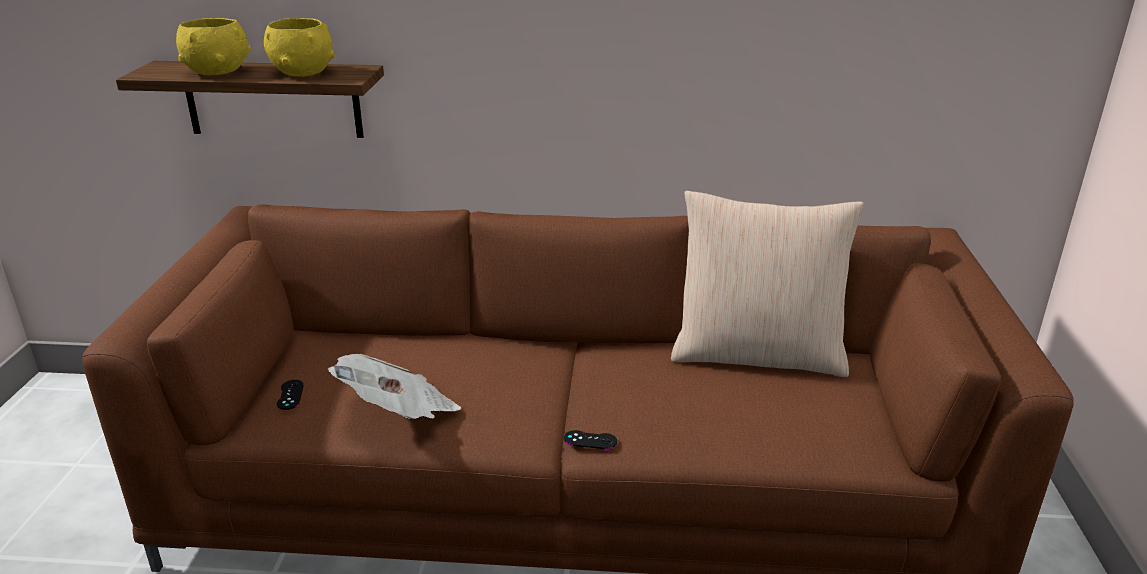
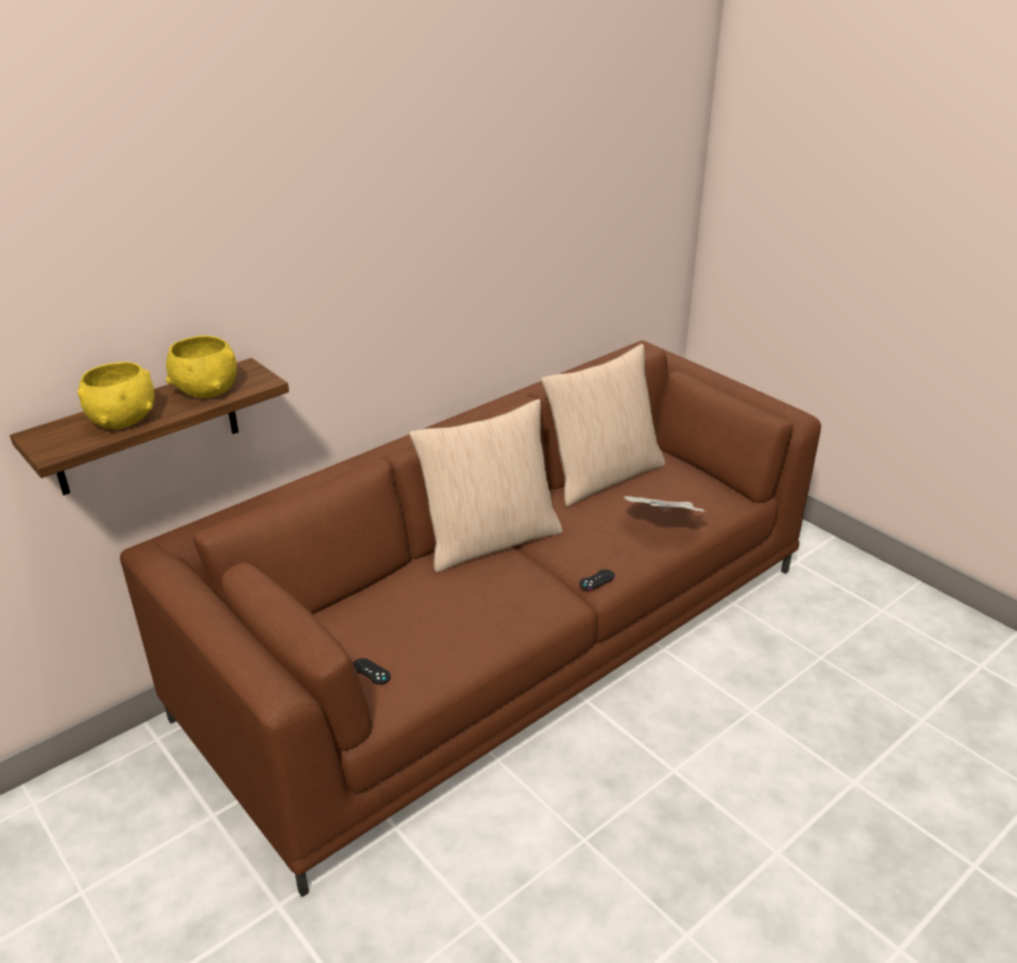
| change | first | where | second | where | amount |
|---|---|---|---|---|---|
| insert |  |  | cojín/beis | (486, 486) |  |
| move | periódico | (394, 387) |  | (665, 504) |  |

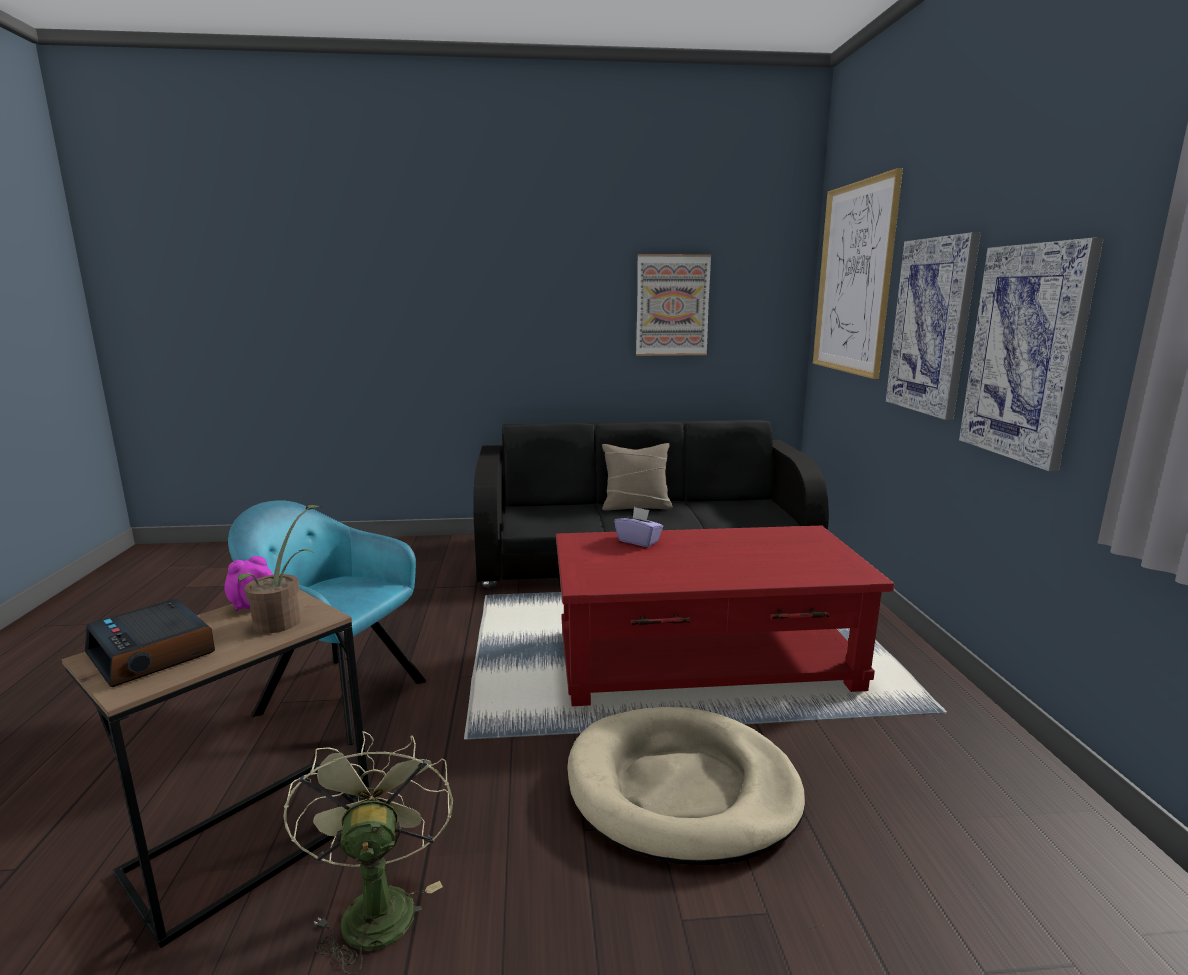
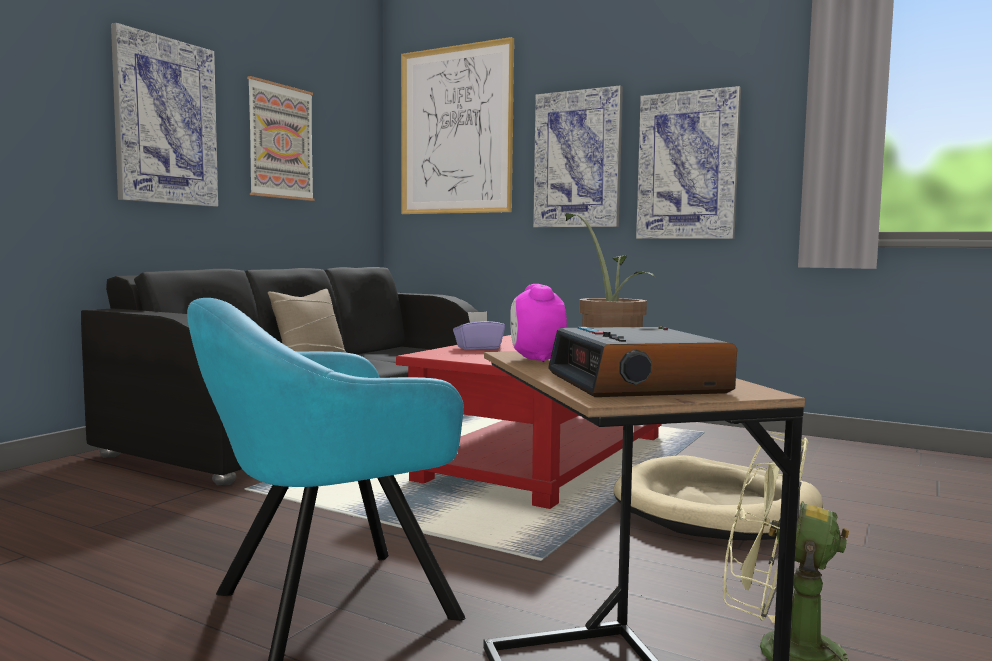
| change | first | where | second | where | amount |
|---|---|---|---|---|---|
| insert |  |  | cuadro | (164, 115) |  |
| rotate | despertador | (150, 643) |  | (642, 361) | 90 degrees clockwise |

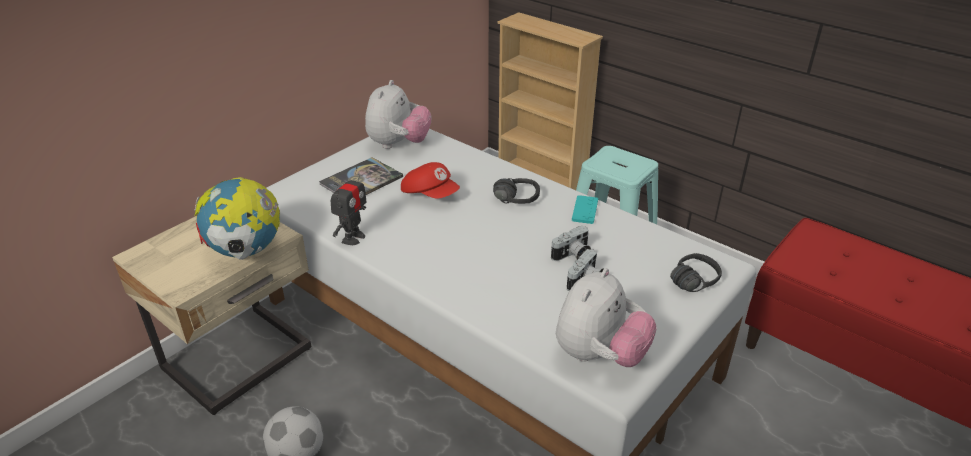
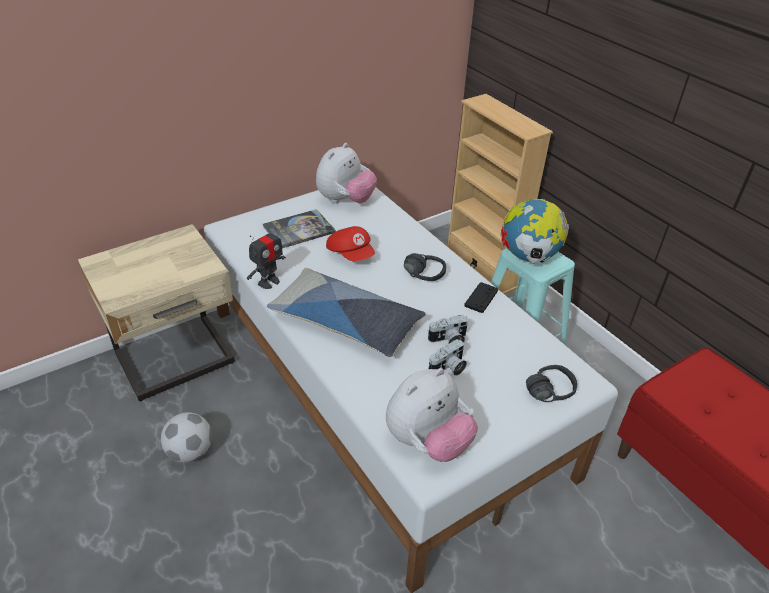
| change | first | where | second | where | amount |
|---|---|---|---|---|---|
| insert |  |  | cojín | (346, 312) |  |
| recolor | mando de consola/turquesa | (585, 209) | mando de consola/negro | (481, 297) |  |
| move | globo terráqueo | (237, 218) |  | (534, 231) |  |

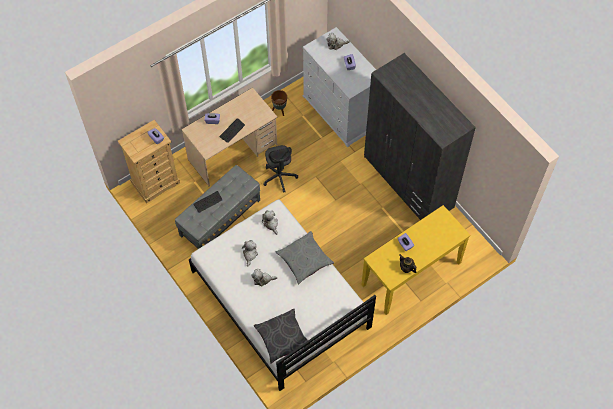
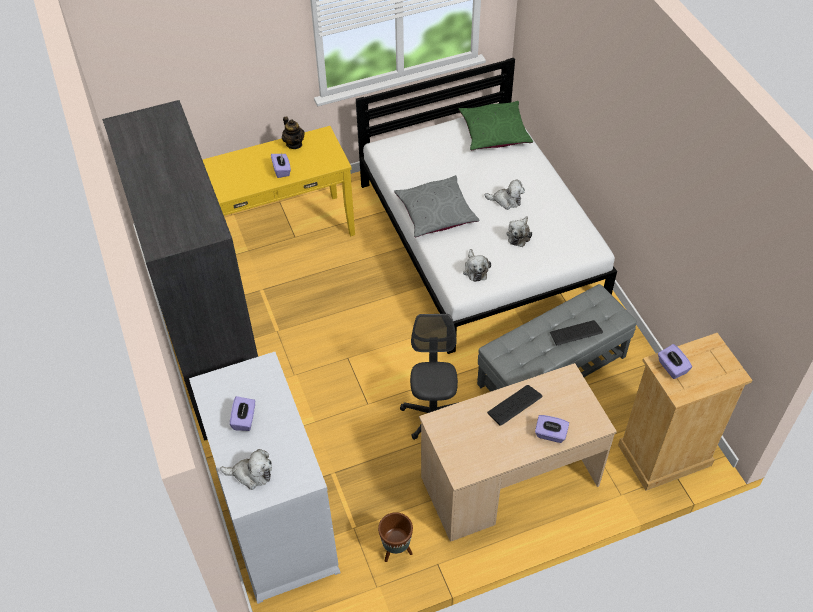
| change | first | where | second | where | amount |
|---|---|---|---|---|---|
| recolor | cojín/gris | (281, 336) | cojín/verde | (495, 125) |  |

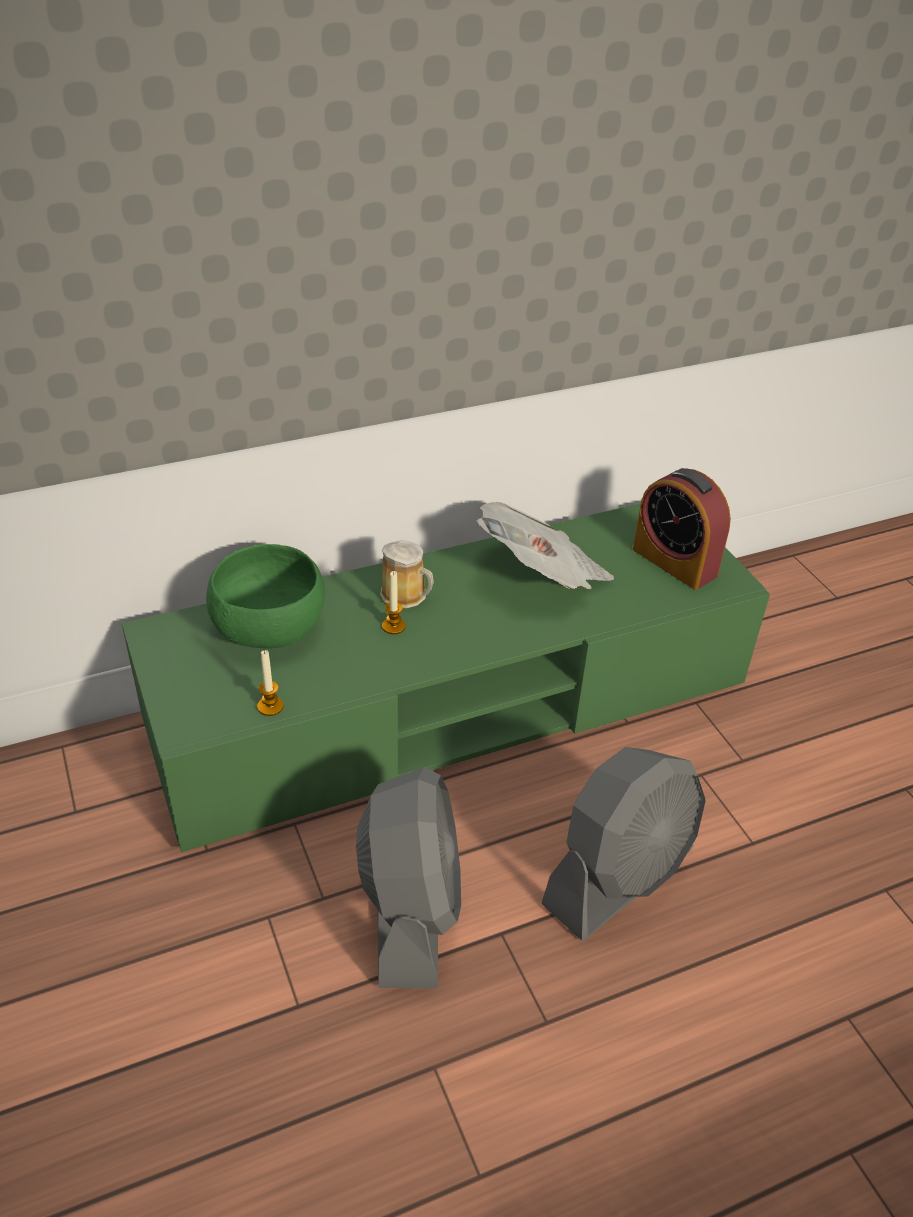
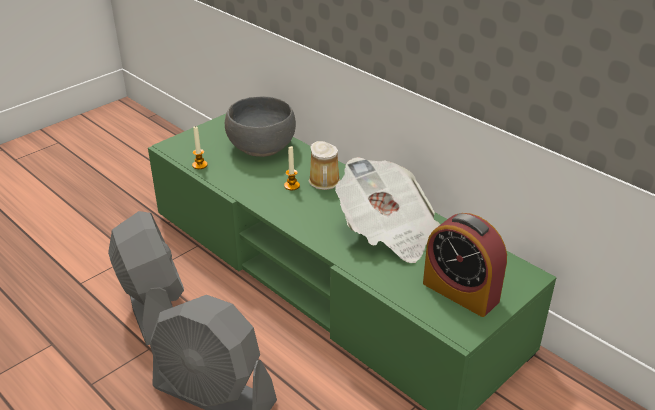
| change | first | where | second | where | amount |
|---|---|---|---|---|---|
| rotate | ventilador/gris | (408, 877) |  | (146, 278) | 90 degrees counterclockwise |
| recolor | cuenco/verde | (265, 596) | cuenco/gris | (260, 126) |  |
| rotate | despertador | (682, 529) |  | (465, 265) | 75 degrees counterclockwise |

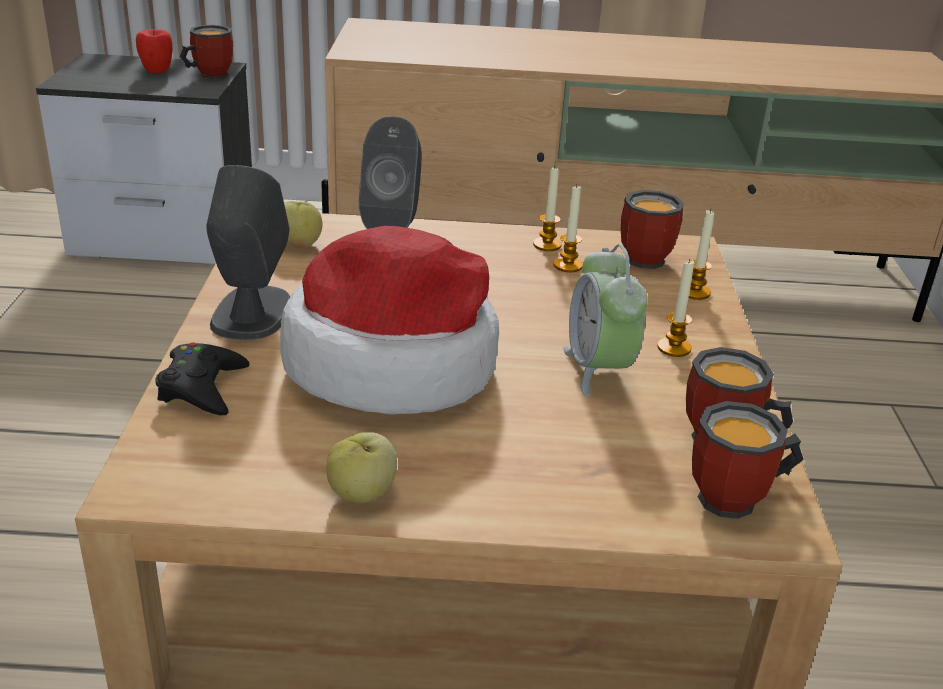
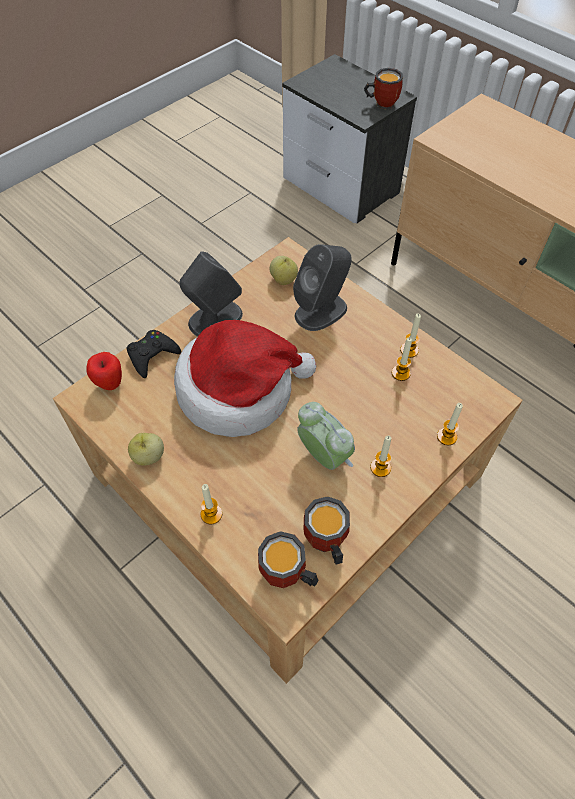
| change | first | where | second | where | amount |
|---|---|---|---|---|---|
| move | manzana | (154, 51) |  | (104, 371) |  |
| insert |  |  | vela | (211, 504) |  |
| rotate | despertador | (605, 321) |  | (326, 436) | 105 degrees clockwise |
| delete | taza grande | (652, 229) |  |  |  |

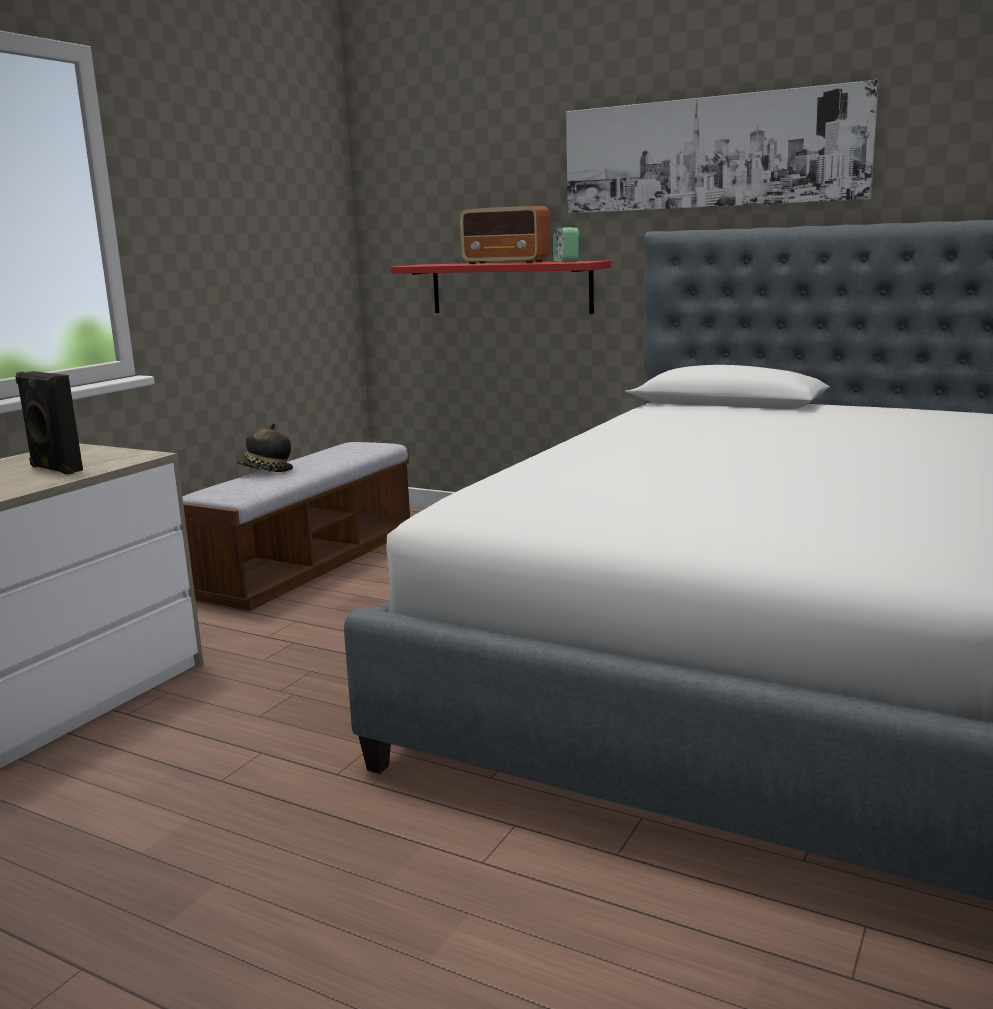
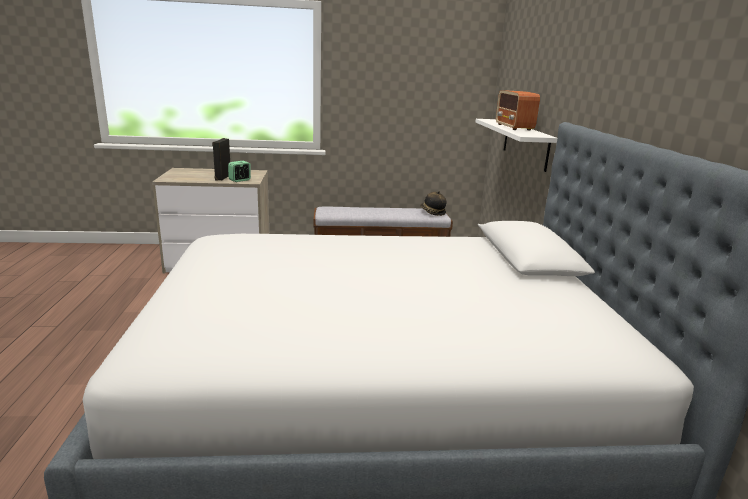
| change | first | where | second | where | amount |
|---|---|---|---|---|---|
| move | despertador | (566, 244) |  | (239, 171) |  |
| move | sombrero | (264, 447) |  | (433, 203) |  |
| recolor | estante/rojo | (501, 287) | estante/blanco | (516, 145) |  |
| delete | cuadro | (722, 146) |  |  |  |

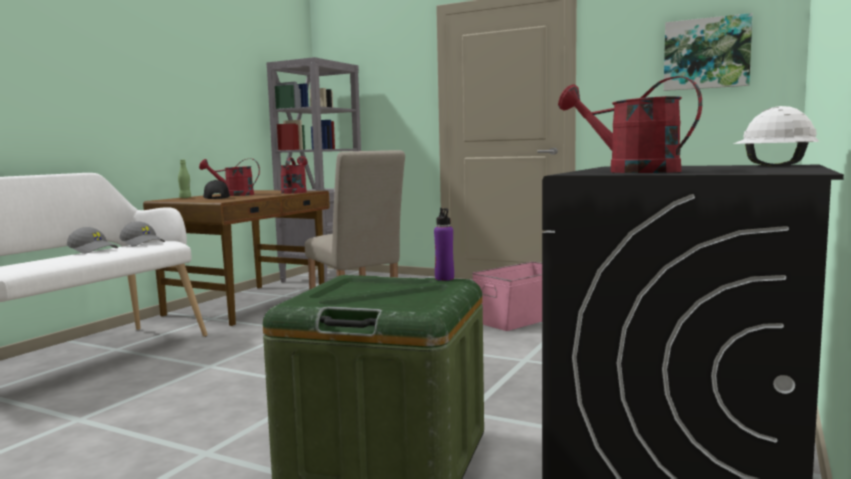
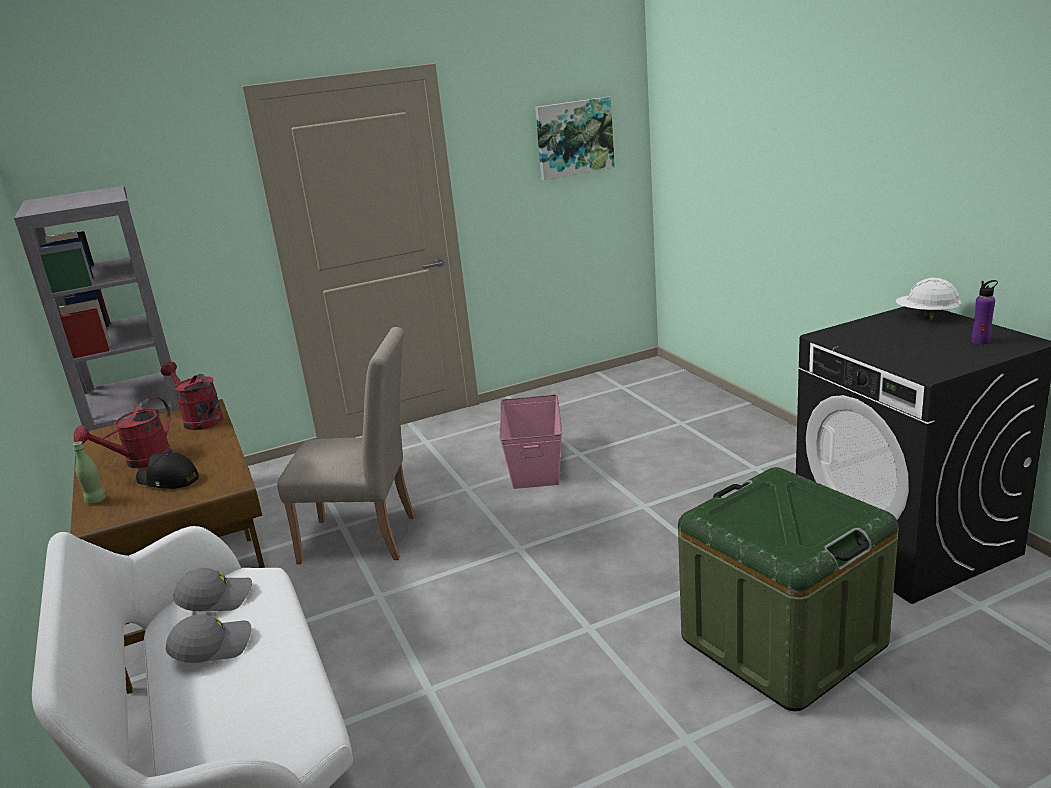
| change | first | where | second | where | amount |
|---|---|---|---|---|---|
| move | botella/morado | (444, 244) |  | (985, 312) |  |
| delete | regadera/rojo | (630, 124) |  |  |  |

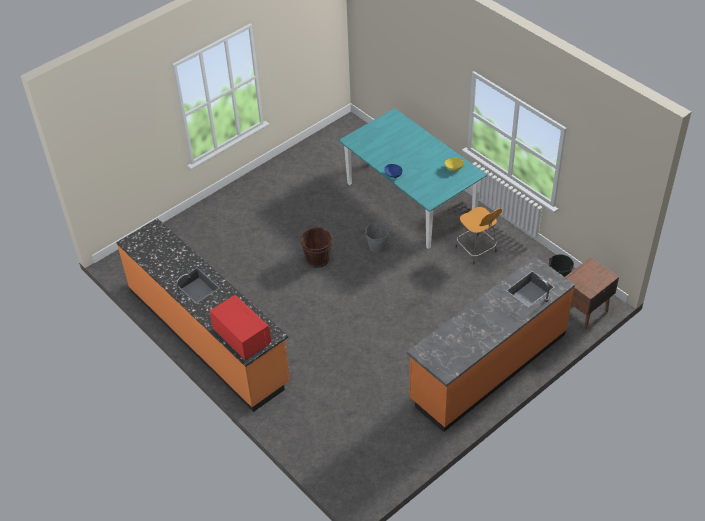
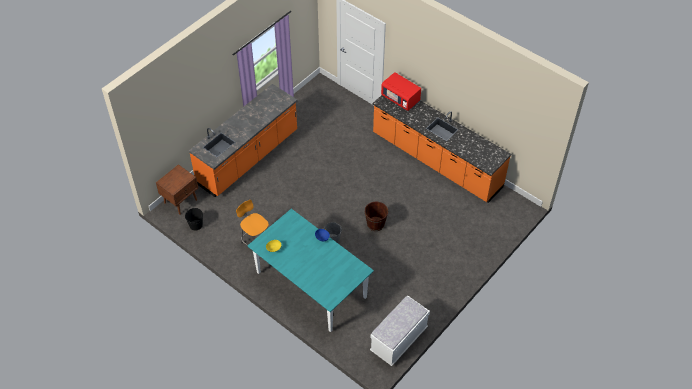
| change | first | where | second | where | amount |
|---|---|---|---|---|---|
| insert |  |  | banco/blanco | (400, 331) |  |

